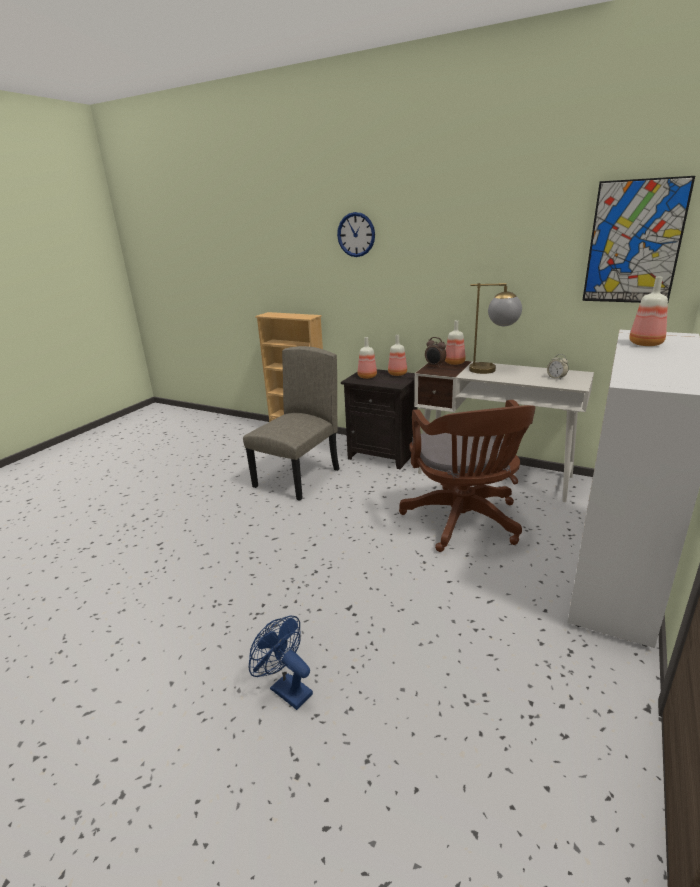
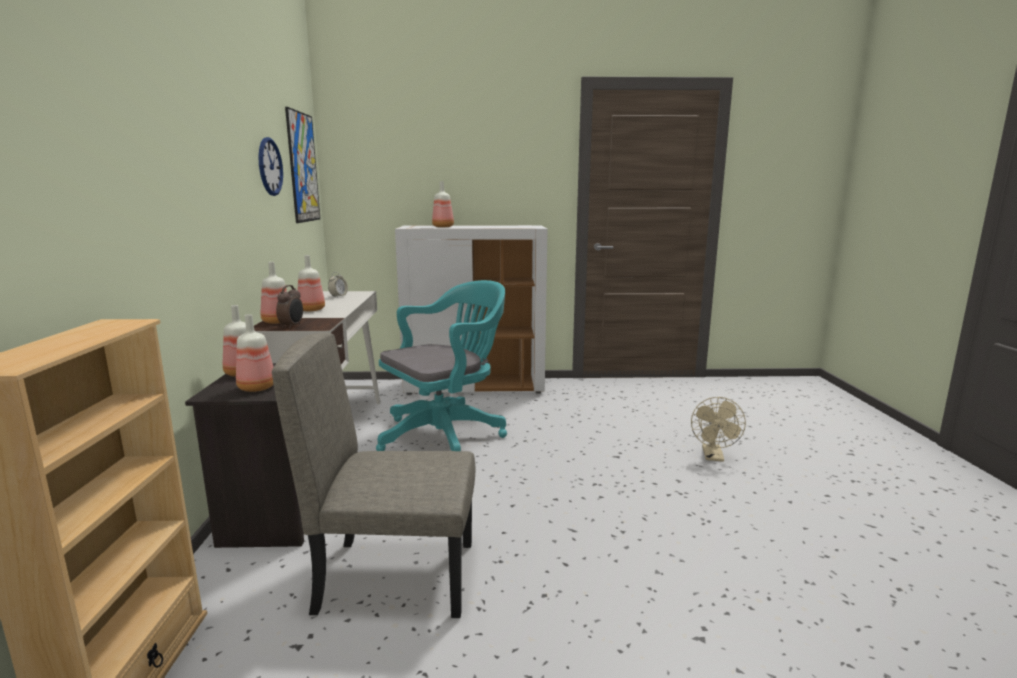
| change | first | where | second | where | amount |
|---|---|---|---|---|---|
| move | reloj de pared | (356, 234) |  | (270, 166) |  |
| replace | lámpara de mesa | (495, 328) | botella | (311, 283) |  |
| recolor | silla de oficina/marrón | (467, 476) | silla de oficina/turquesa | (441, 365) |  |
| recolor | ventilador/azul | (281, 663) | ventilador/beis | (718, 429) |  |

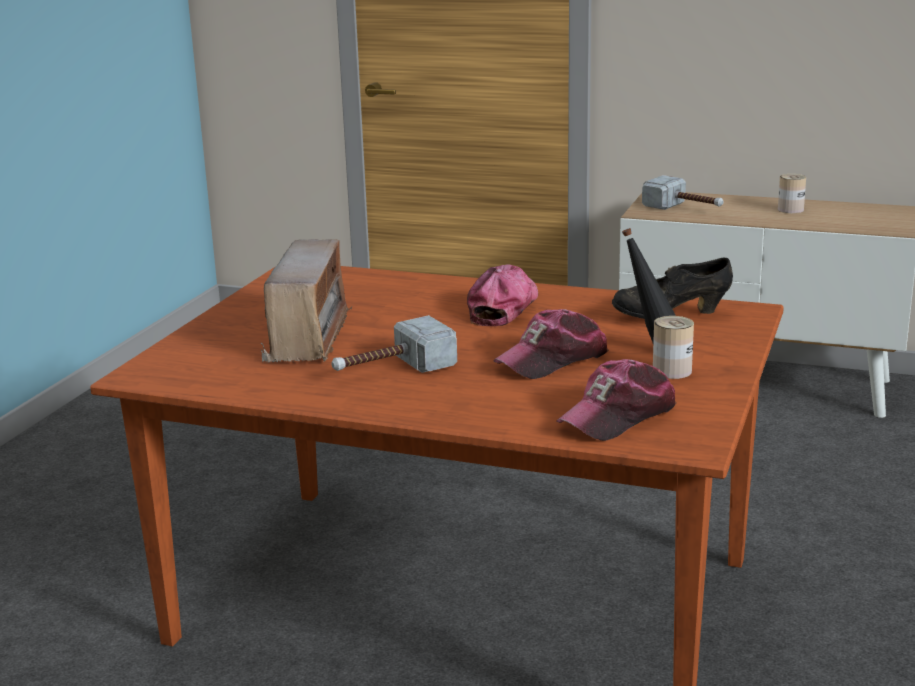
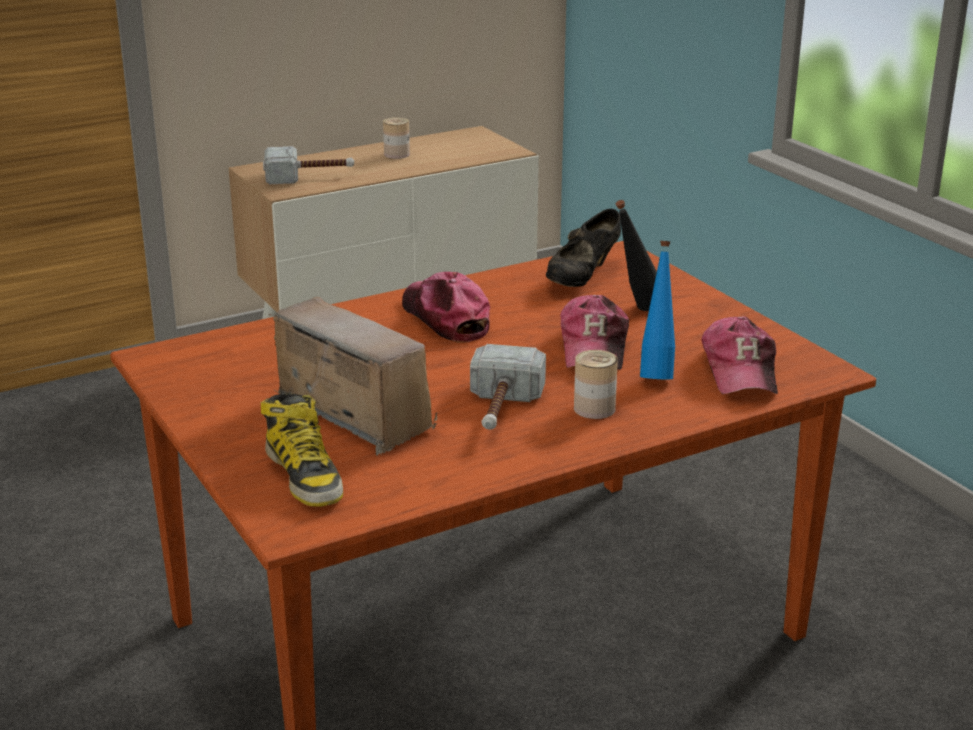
| change | first | where | second | where | amount |
|---|---|---|---|---|---|
| insert |  |  | bota | (302, 450) |  |
| move | lata | (673, 347) |  | (596, 384) |  |
| insert |  |  | botella/azul | (657, 310) |  |

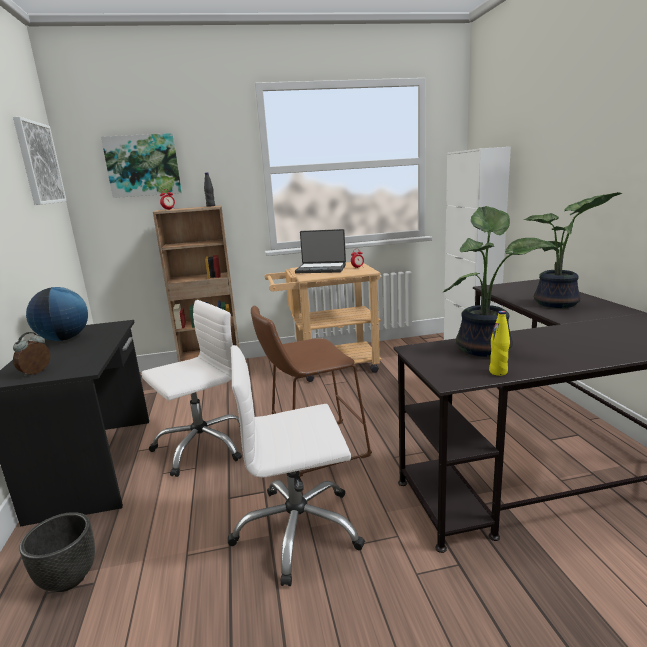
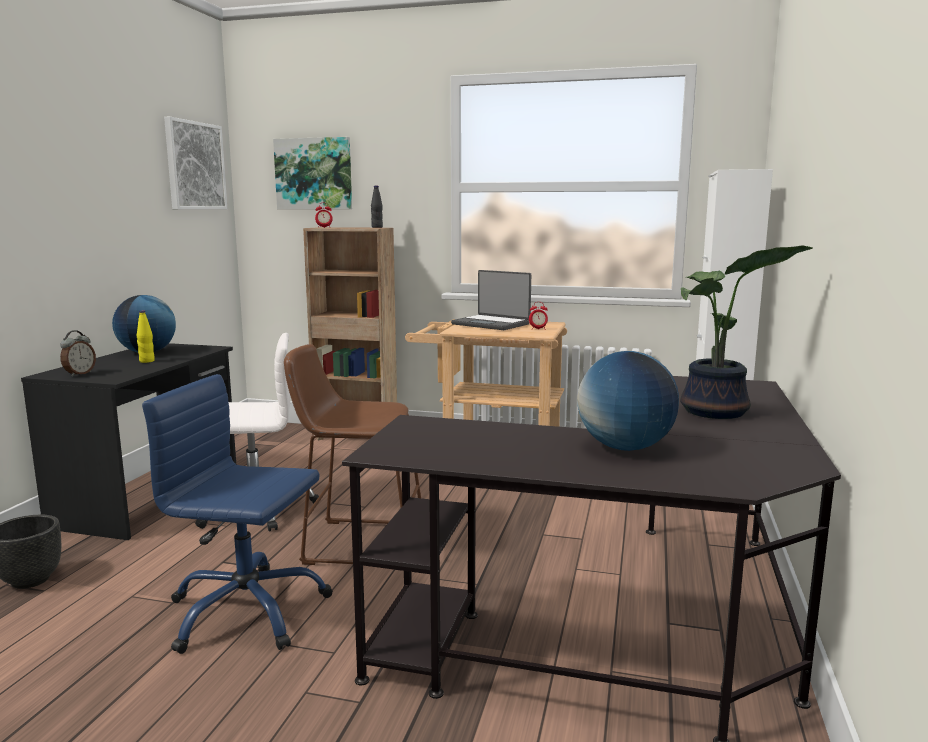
| change | first | where | second | where | amount |
|---|---|---|---|---|---|
| rotate | despertador | (31, 354) |  | (78, 353) | 150 degrees clockwise |
| move | botella/amarillo | (499, 343) |  | (146, 337) |  |
| recolor | silla de oficina/blanco | (296, 465) | silla de oficina/azul | (237, 514) |  |
| insert |  |  | globo terráqueo | (628, 401) |  |
| delete | planta en maceta | (501, 281) |  |  |  |

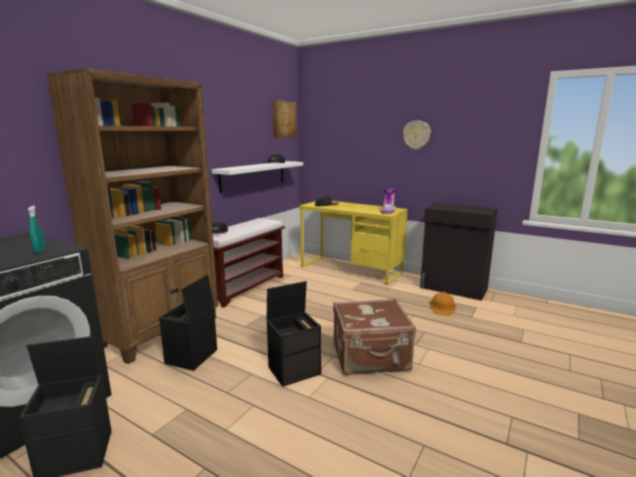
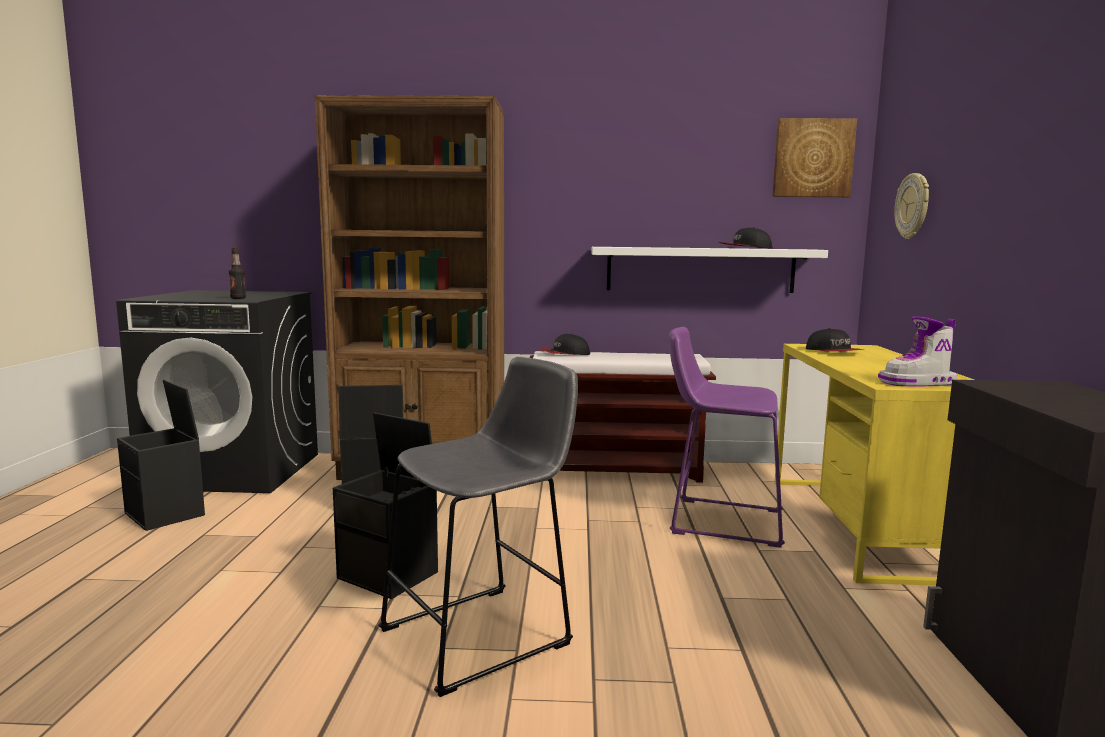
| change | first | where | second | where | amount |
|---|---|---|---|---|---|
| replace | pulverizador/turquesa | (36, 229) | botella | (237, 273) |  |
| replace | maleta/marrón | (374, 337) | taburete/gris | (478, 527) |  |
| insert |  |  | taburete/morado | (727, 437) |  |
| move | reloj de pared | (417, 135) |  | (911, 206) |  |
| delete | casco/naranja | (443, 304) |  |  |  |

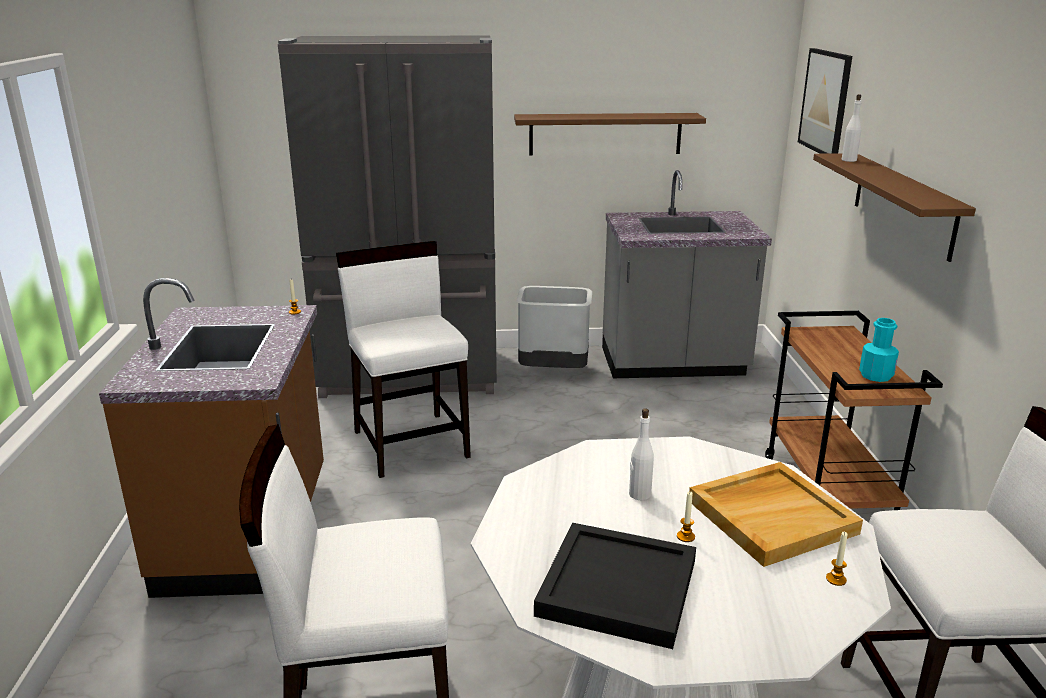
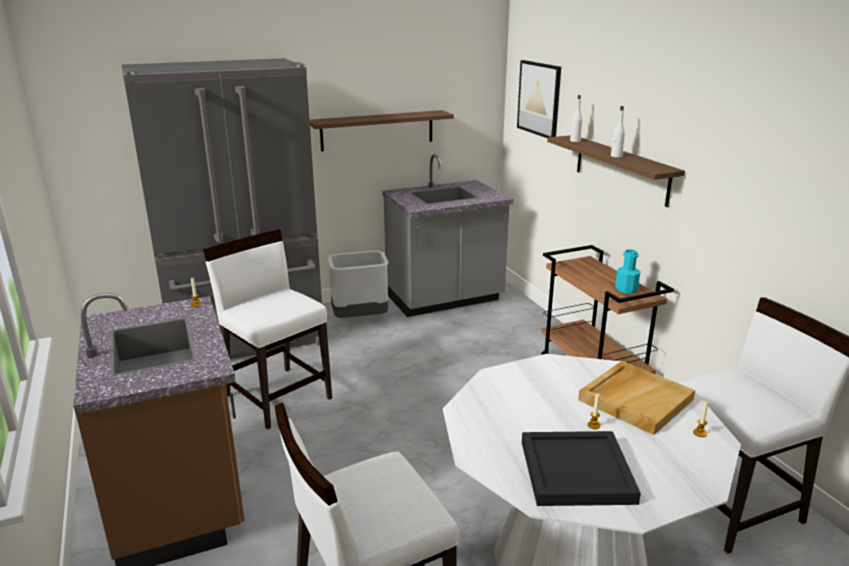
| change | first | where | second | where | amount |
|---|---|---|---|---|---|
| move | botella/blanco | (641, 454) |  | (618, 131) |  |

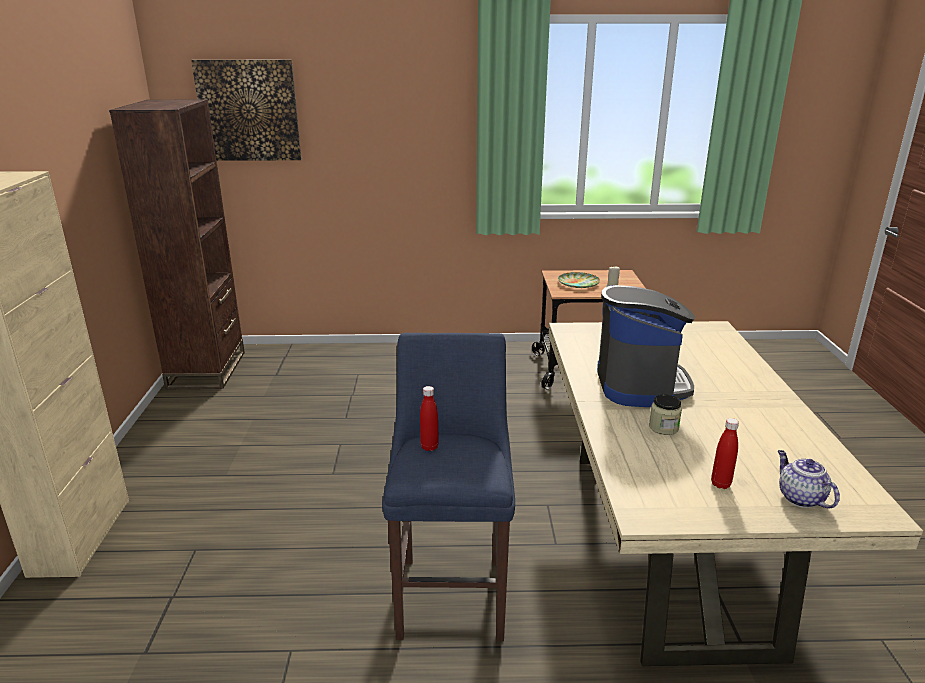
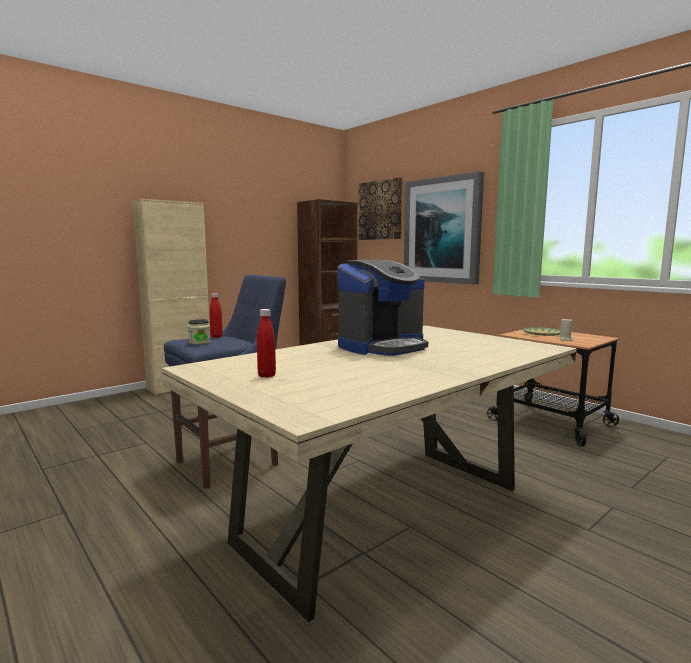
| change | first | where | second | where | amount |
|---|---|---|---|---|---|
| move | tarro | (665, 414) |  | (199, 332) |  |
| insert |  |  | cuadro | (444, 227) |  |
| delete | tetera | (809, 479) |  |  |  |

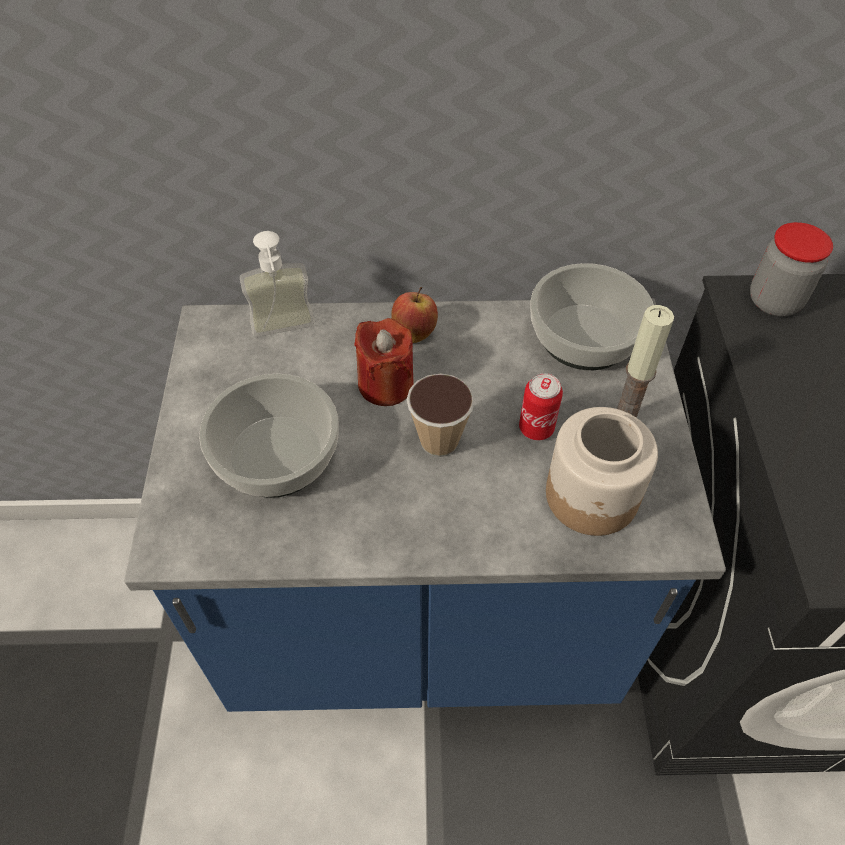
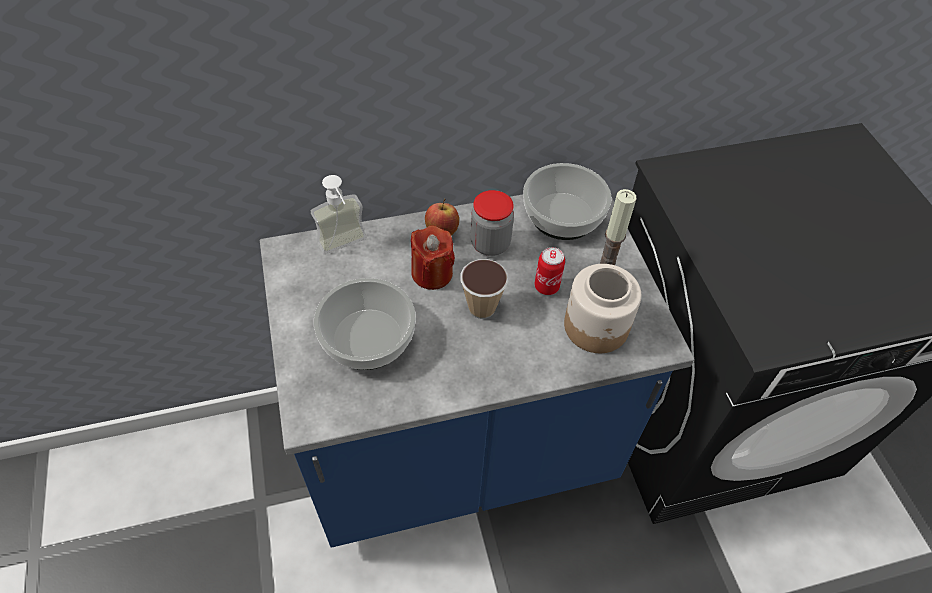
| change | first | where | second | where | amount |
|---|---|---|---|---|---|
| move | tarro | (791, 269) |  | (492, 223) |  |

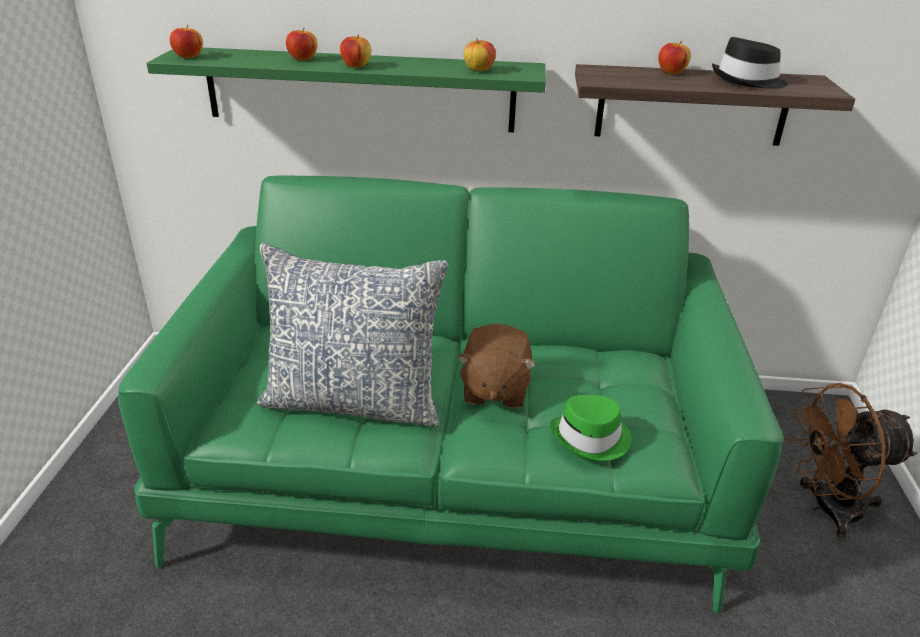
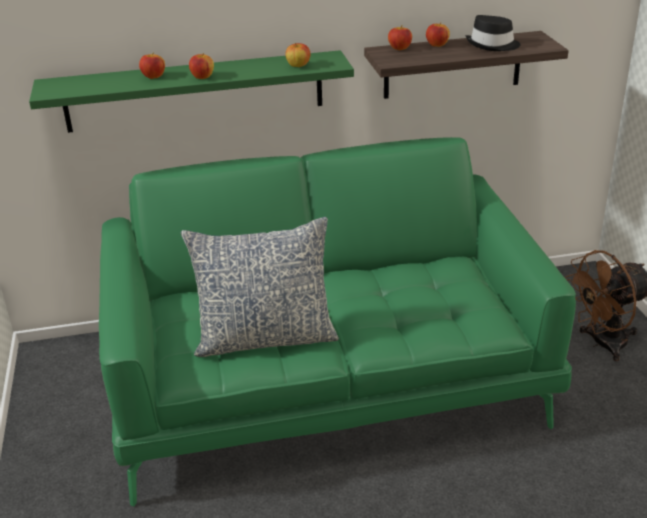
| change | first | where | second | where | amount |
|---|---|---|---|---|---|
| move | manzana | (186, 41) |  | (400, 37) |  |
| delete | peluche/marrón | (496, 366) |  |  |  |
| delete | sombrero/verde | (590, 428) |  |  |  |

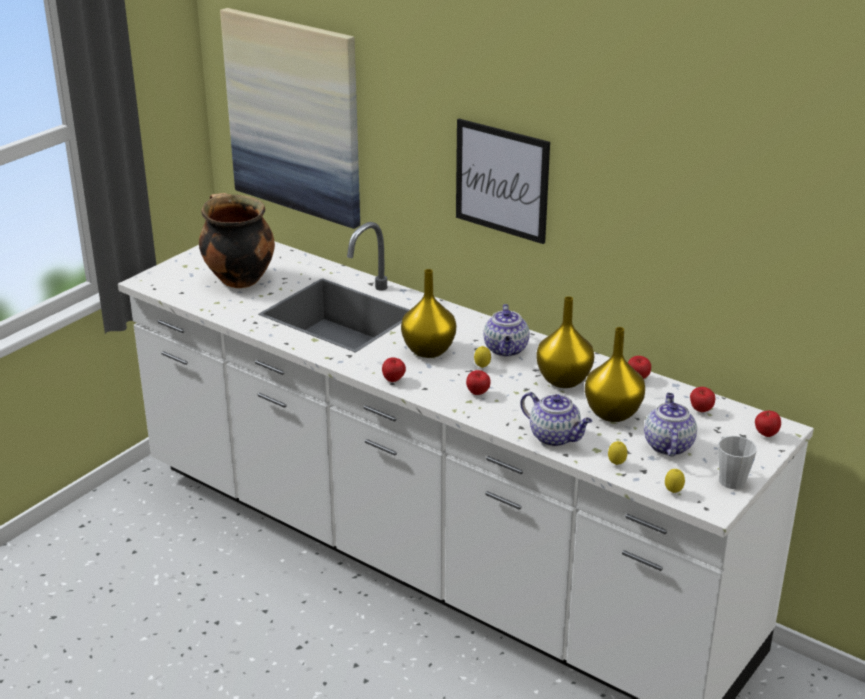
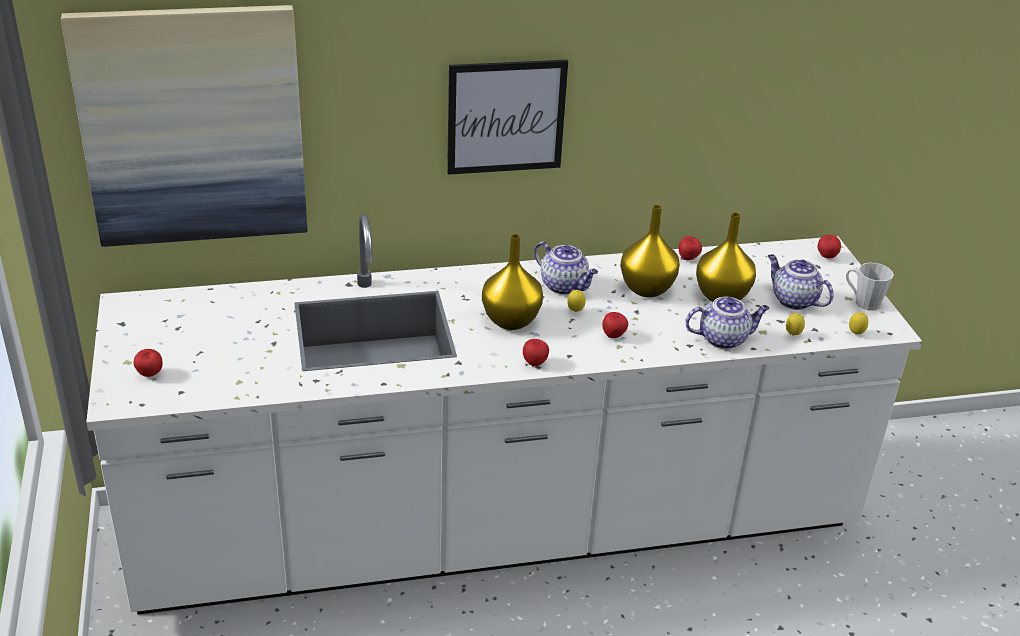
| change | first | where | second | where | amount |
|---|---|---|---|---|---|
| move | manzana | (702, 399) |  | (148, 363) |  |
| delete | olla | (237, 240) |  |  |  |

